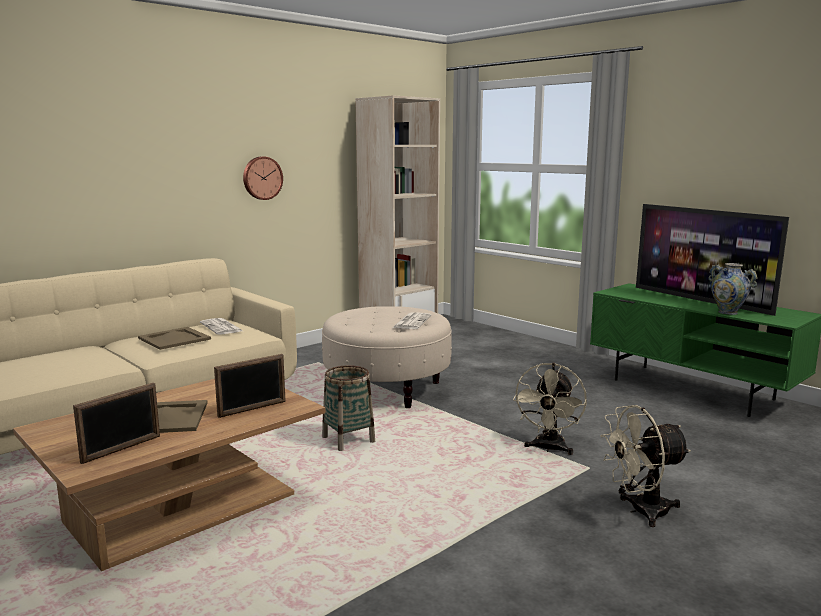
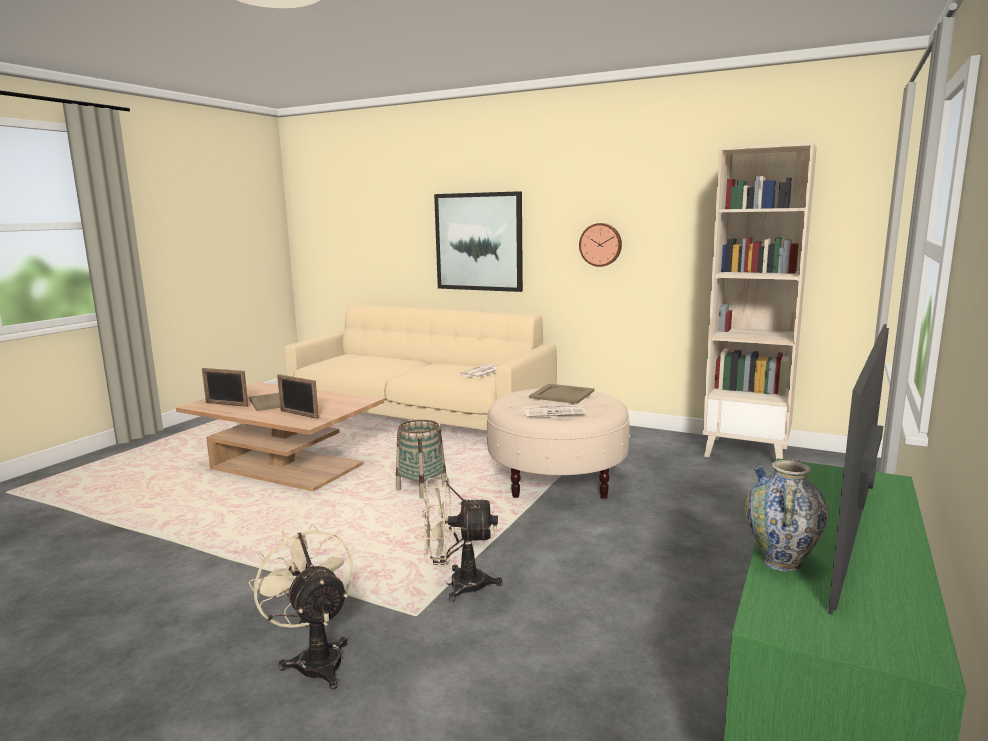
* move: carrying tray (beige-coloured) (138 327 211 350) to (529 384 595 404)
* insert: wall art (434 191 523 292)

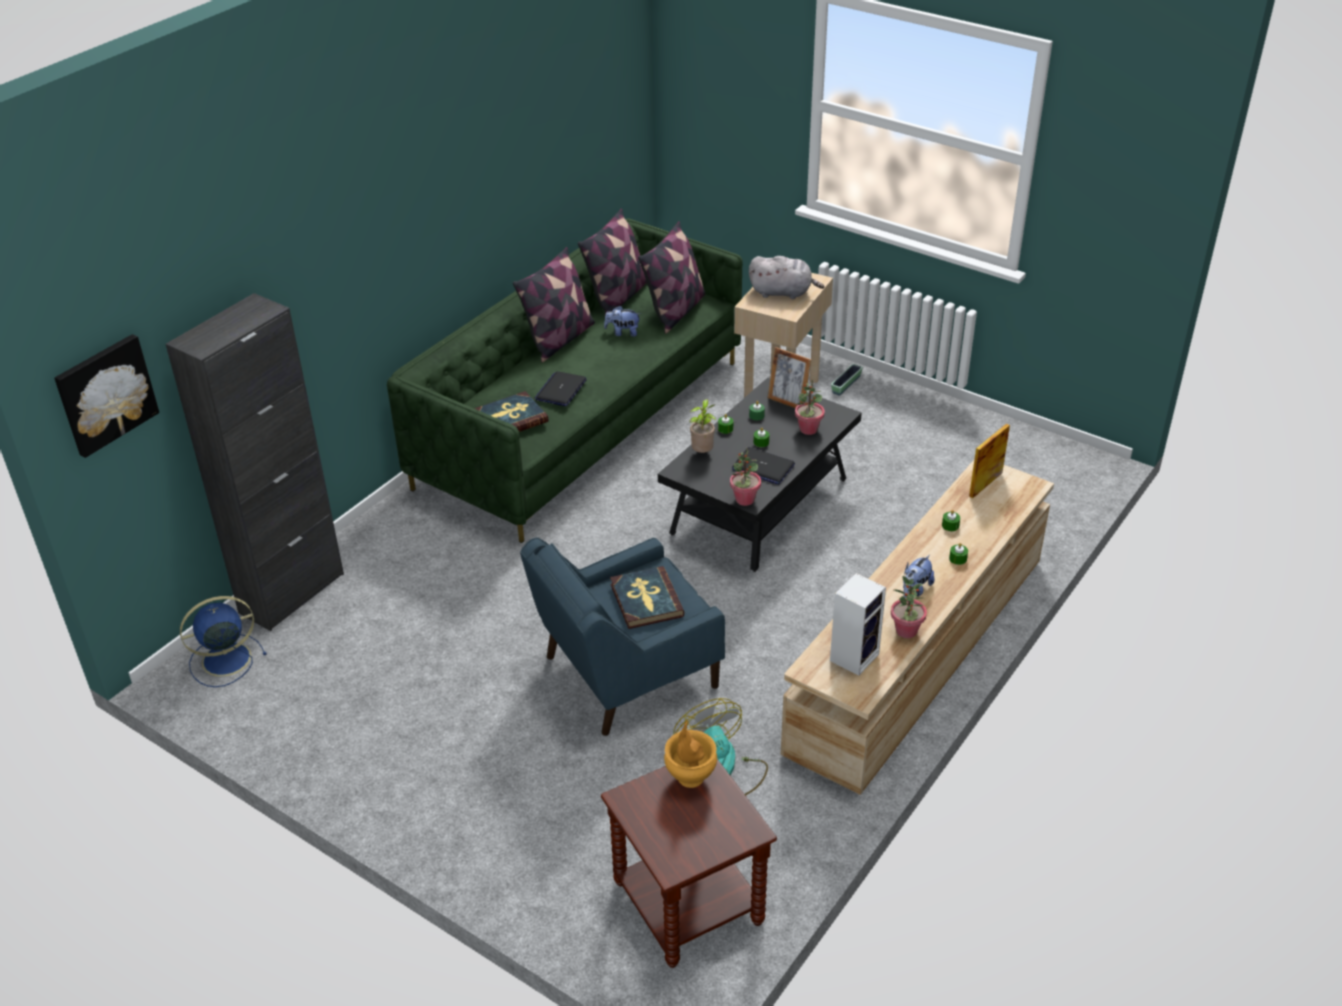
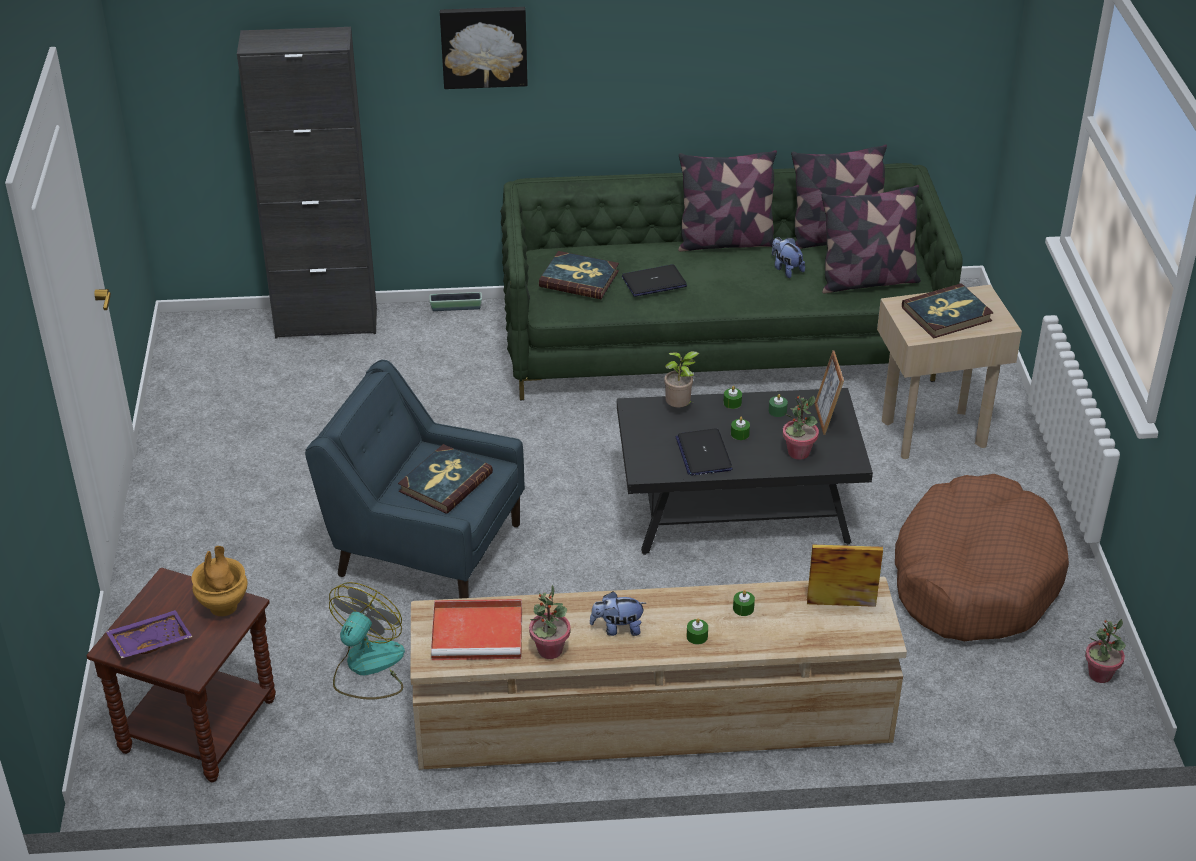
* move: wall art (54 334 159 458) to (440 7 528 89)
* delete: fan (bluish) (180 596 267 687)
* move: potted plant (730 447 761 506) to (1085 619 1126 683)
* replace: plush toy (greyish) (749 256 825 299) to bound book (902 283 994 339)
* replace: audio speaker (830 573 886 676) to carrying tray (red) (431 599 522 660)
* move: planter (831 364 863 396) to (429 292 482 311)
* insert: carrying tray (purplish) (106 610 192 658)
* insert: dog cushion (brown-coloured) (895 474 1069 641)

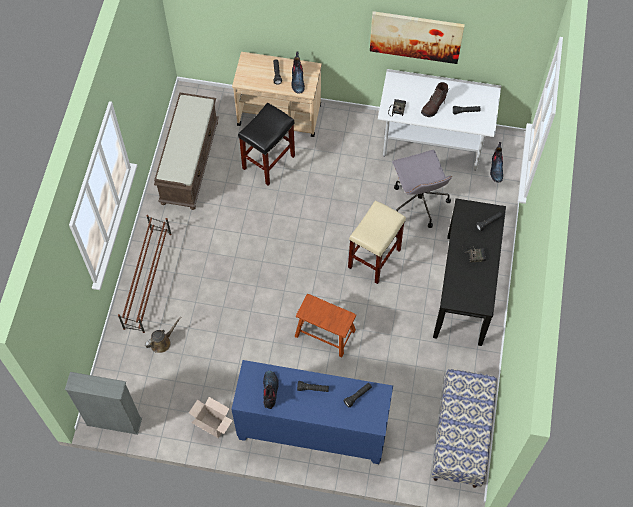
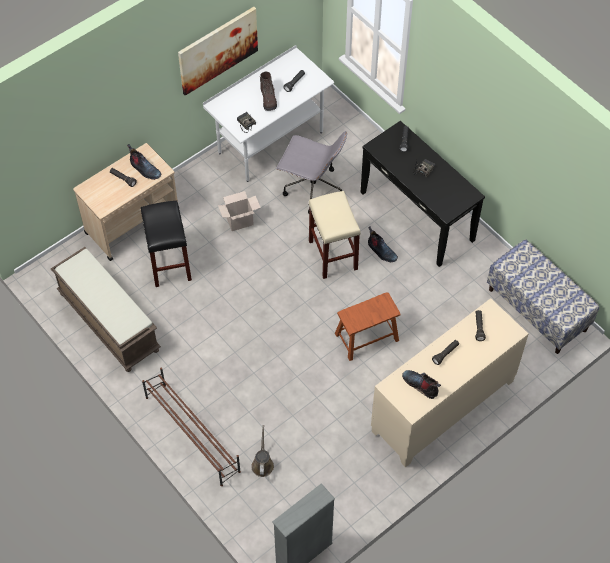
* move: cardboard box (189 397 233 438) to (218 191 261 231)
* recolor: cabinet (bluish) (231 360 393 464) to cabinet (beige-coloured) (371 298 528 467)
* move: high-top boot (490 142 503 182) to (368 227 398 262)

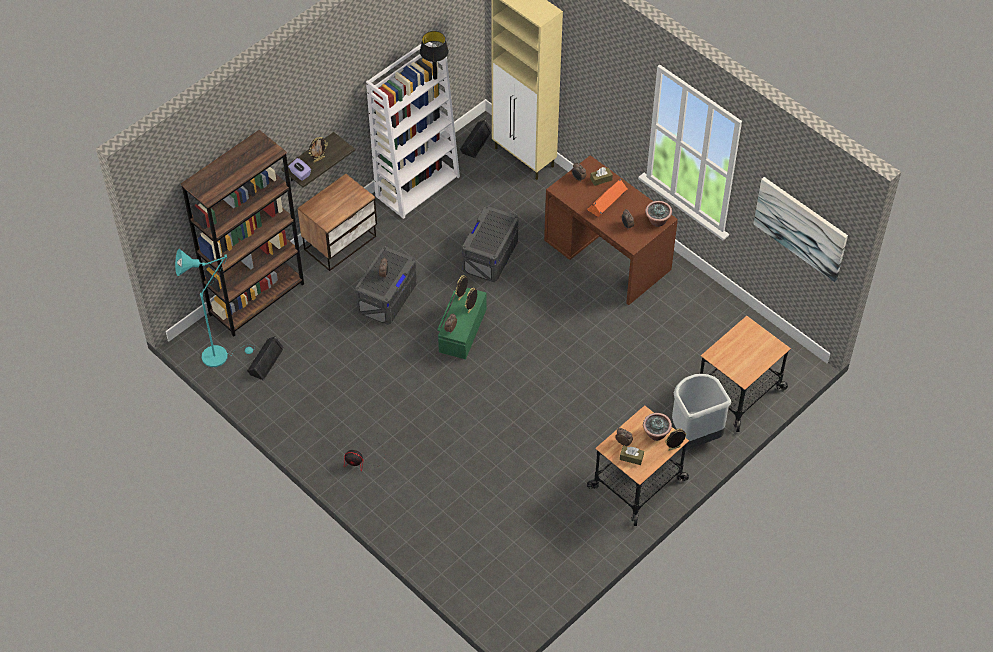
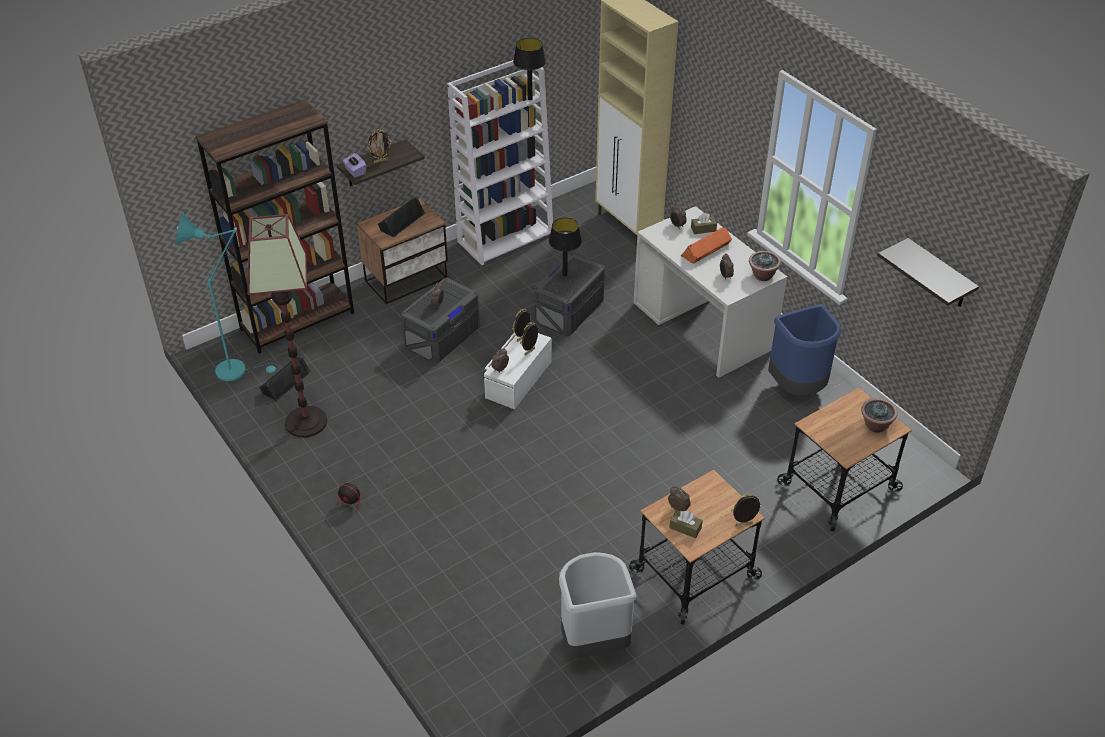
* recolor: storage container (greenish) (437 288 487 359) to storage container (whitish) (484 333 552 409)
* move: audio speaker (black-coloured) (460 119 492 158) to (378 196 425 237)
* recolor: desk (brown-coloured) (544 155 678 305) to desk (whitish) (634 206 787 378)
* move: potted plant (643 413 672 441) to (861 398 898 433)
* move: waste bin (greyish) (671 374 731 450) to (559 552 637 658)
* replace: wall art (754 177 848 282) to wall shelf (877 238 979 307)
* insert: standing lamp (247 214 327 437)
* insert: table lamp (black-coloured) (549 218 582 276)
* insert: waste bin (bluish) (768 304 841 396)

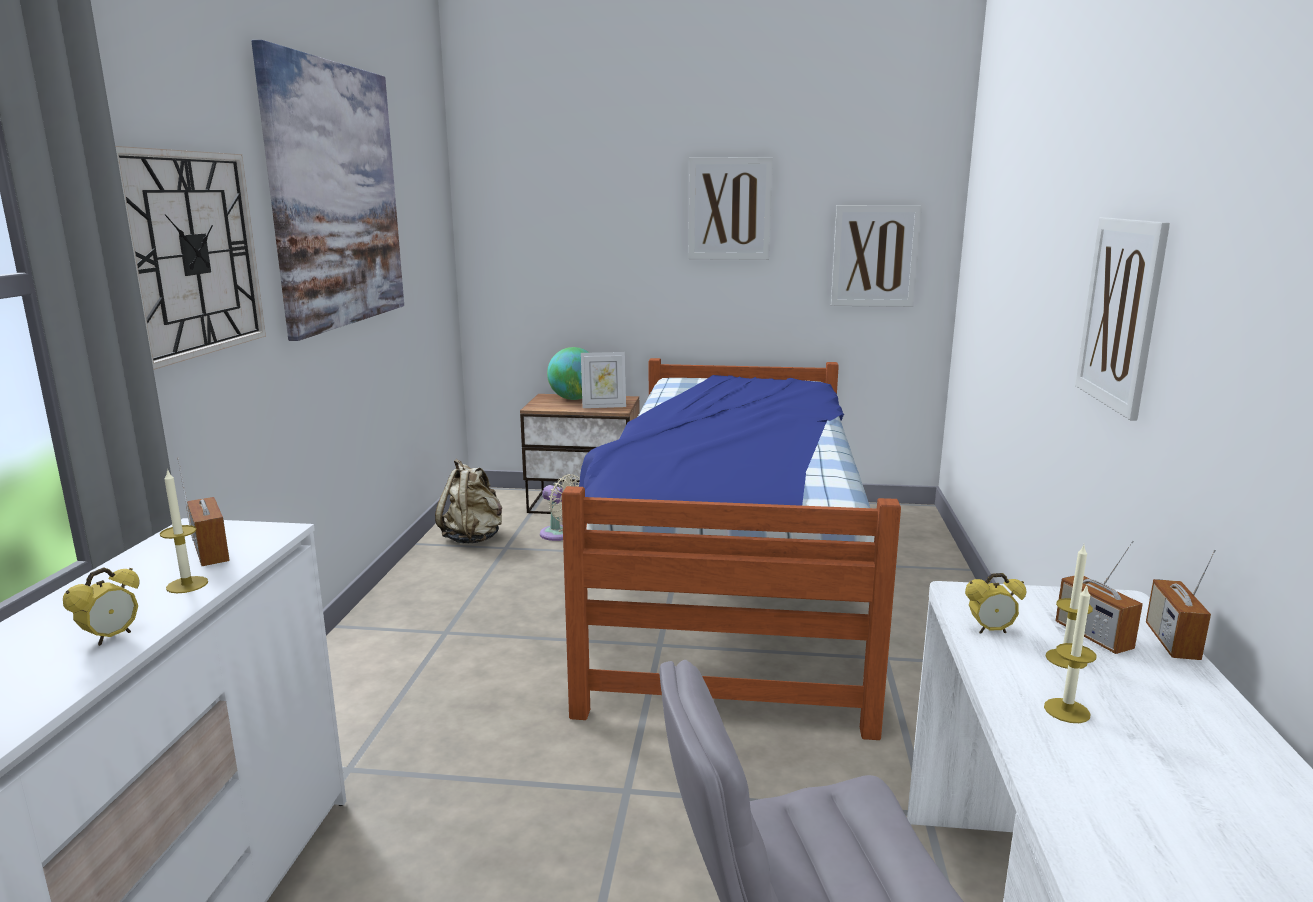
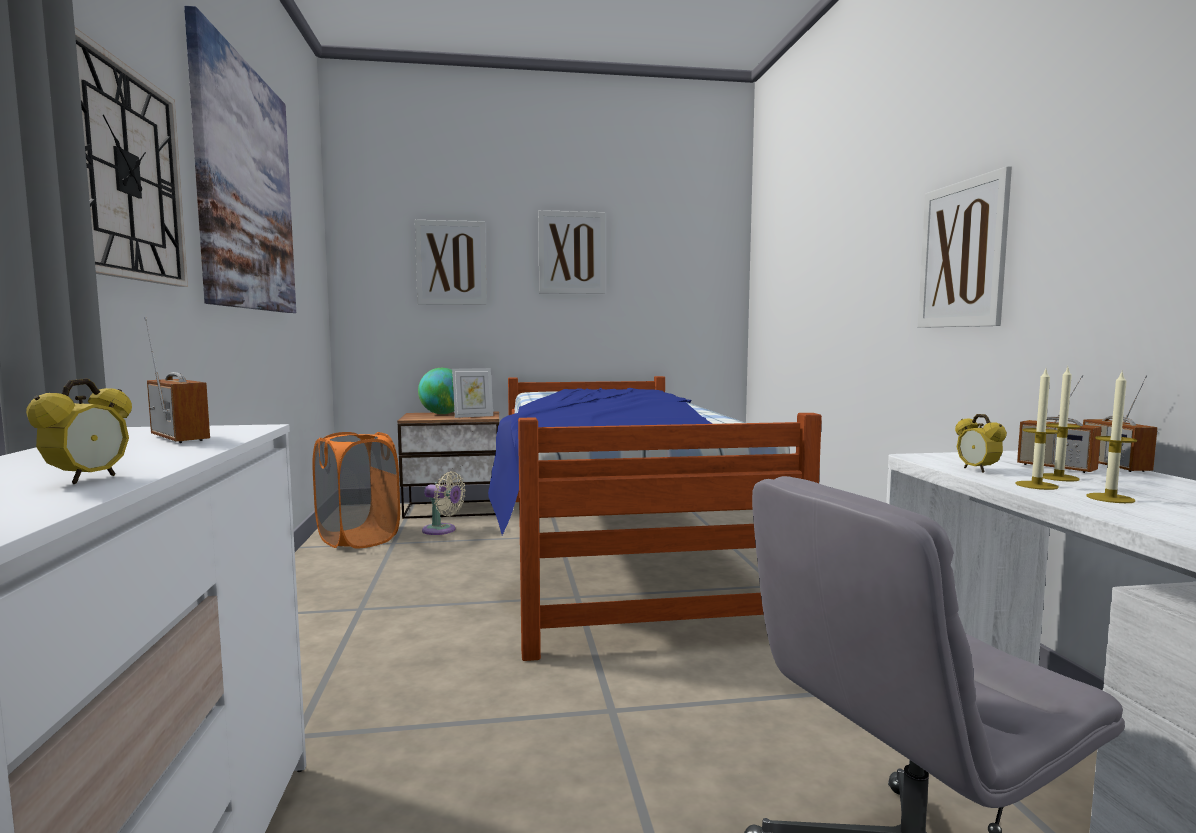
* move: candle (160 469 208 593) to (1015 369 1060 490)
* replace: knapsack (beige-coloured) (435 459 503 544) to washing basket (orange) (313 432 400 549)
* move: wall art (831 205 922 307) to (415 220 487 305)
* rotate: alarm clock (965 573 1026 634) = (955 414 1007 473) 90 degrees clockwise

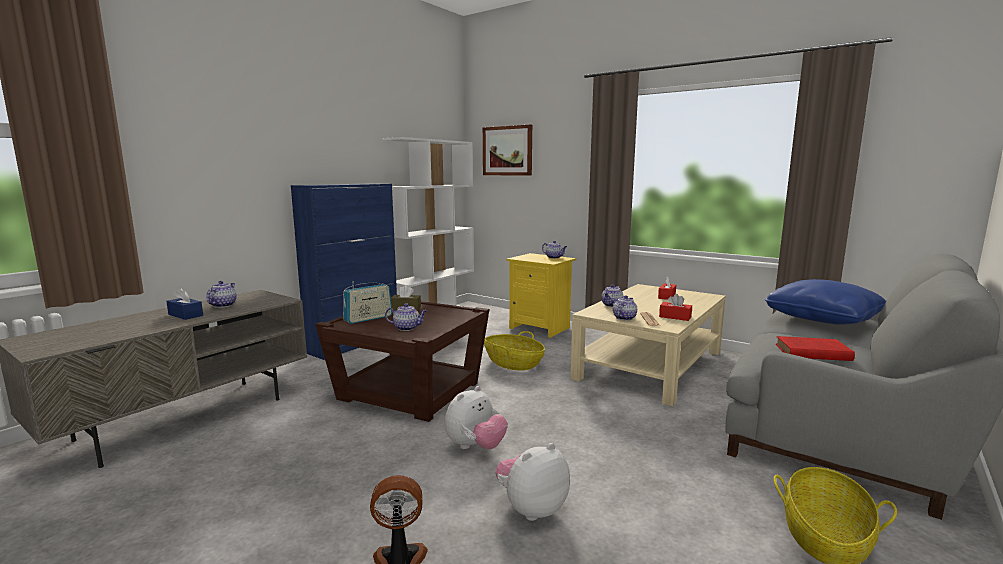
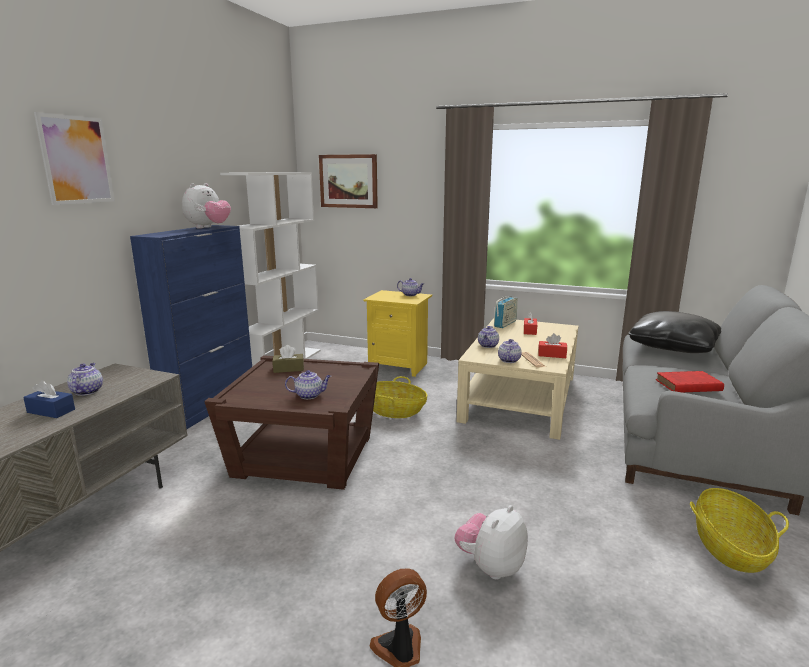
* move: radio set (343 282 393 324) to (494 296 517 328)
* move: plush toy (445 386 508 449) to (182 183 231 229)
* recolor: pillow (bluish) (765 279 886 325) to pillow (black-coloured) (628 311 721 353)
* insert: wall art (34 112 115 205)

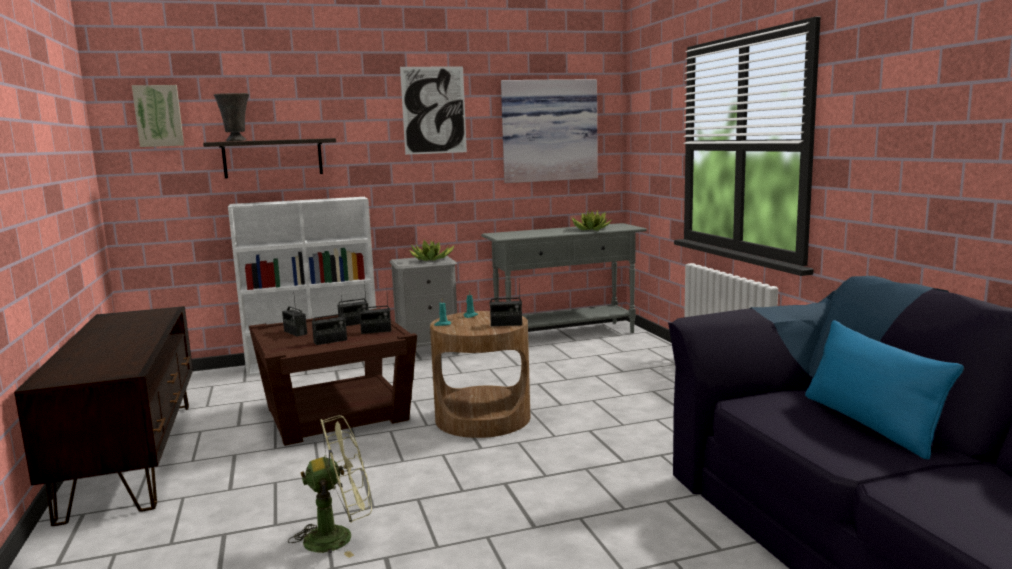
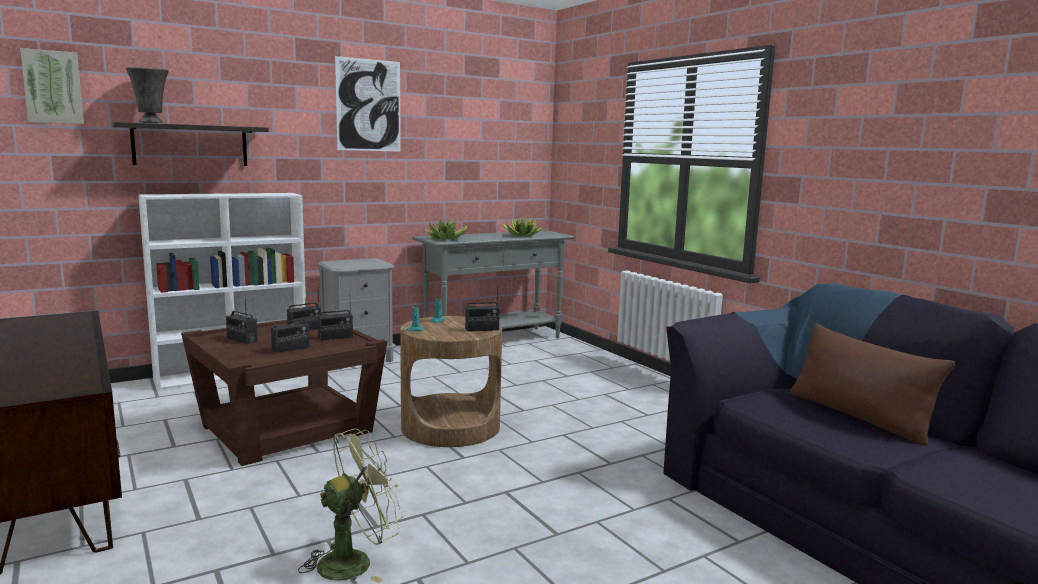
* move: potted plant (410 240 455 261) to (424 219 468 239)
* delete: wall art (501 79 598 183)
* recolor: pillow (bluish) (805 320 964 459) to pillow (brown-coloured) (790 323 955 446)

